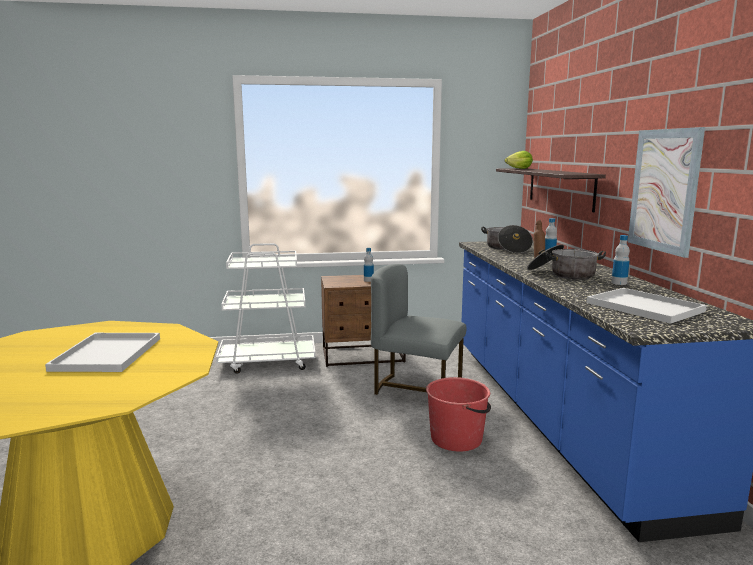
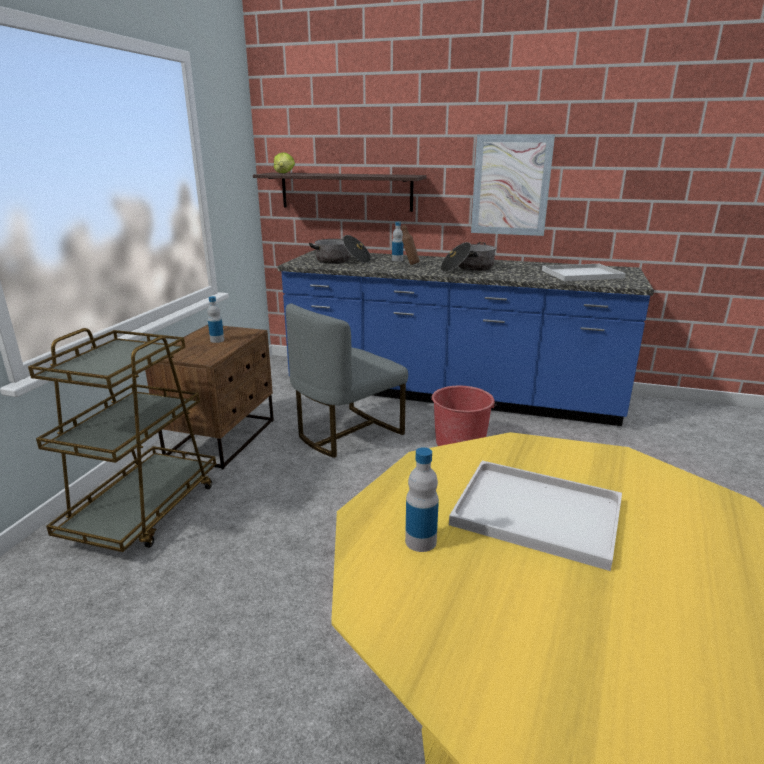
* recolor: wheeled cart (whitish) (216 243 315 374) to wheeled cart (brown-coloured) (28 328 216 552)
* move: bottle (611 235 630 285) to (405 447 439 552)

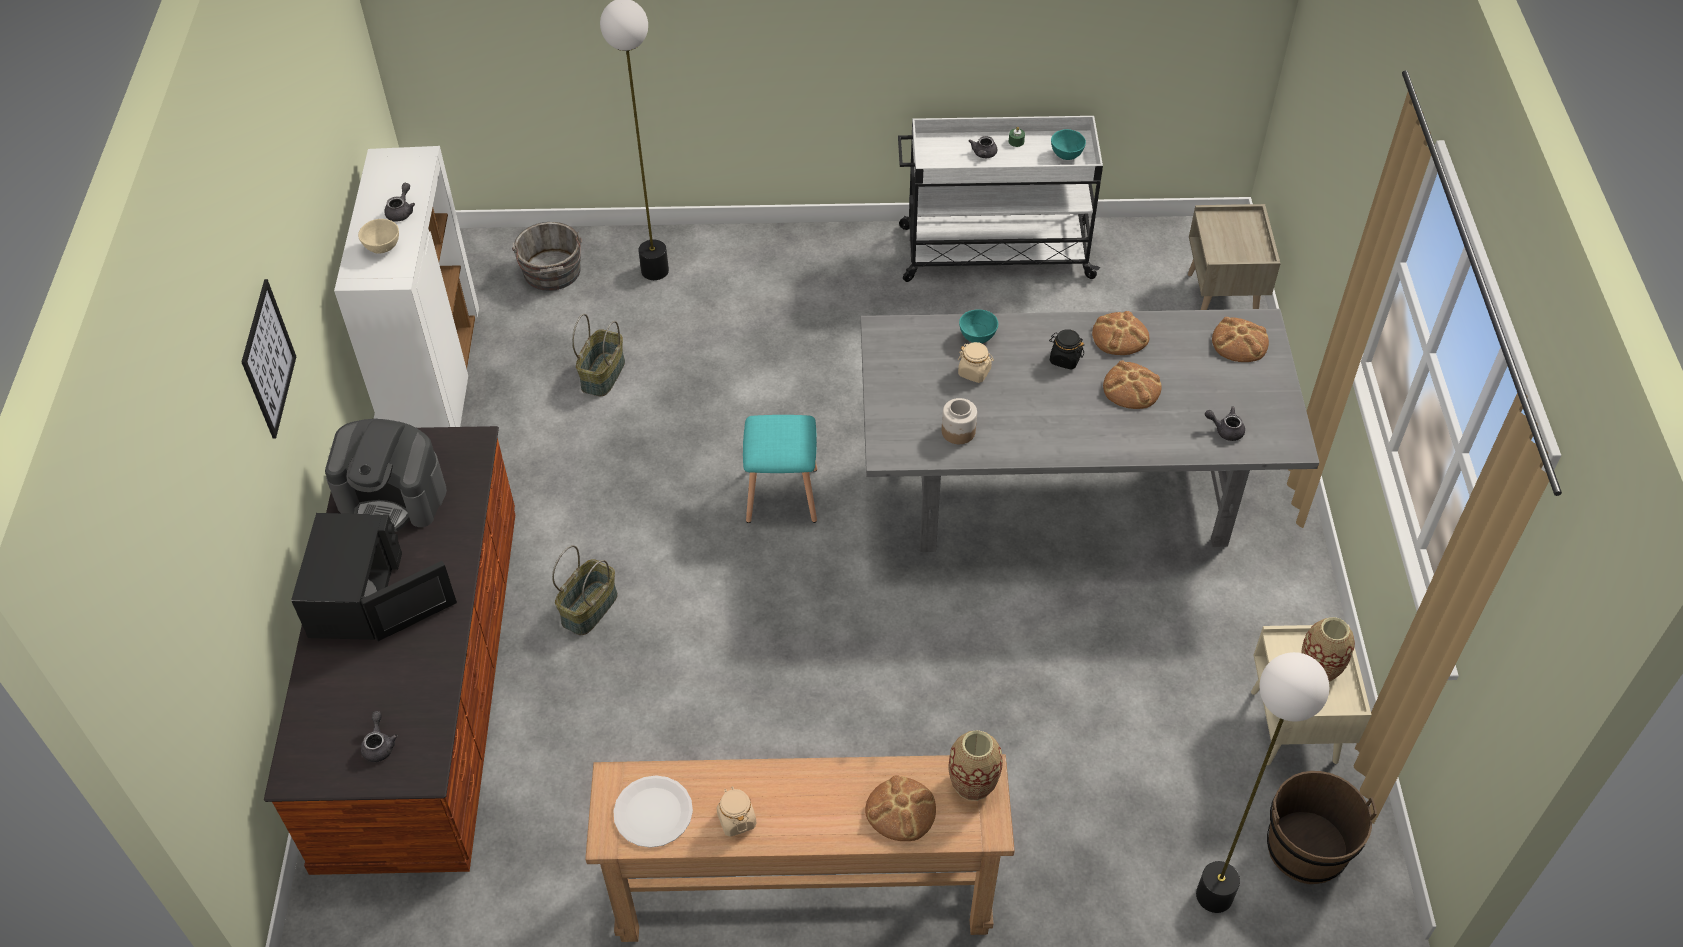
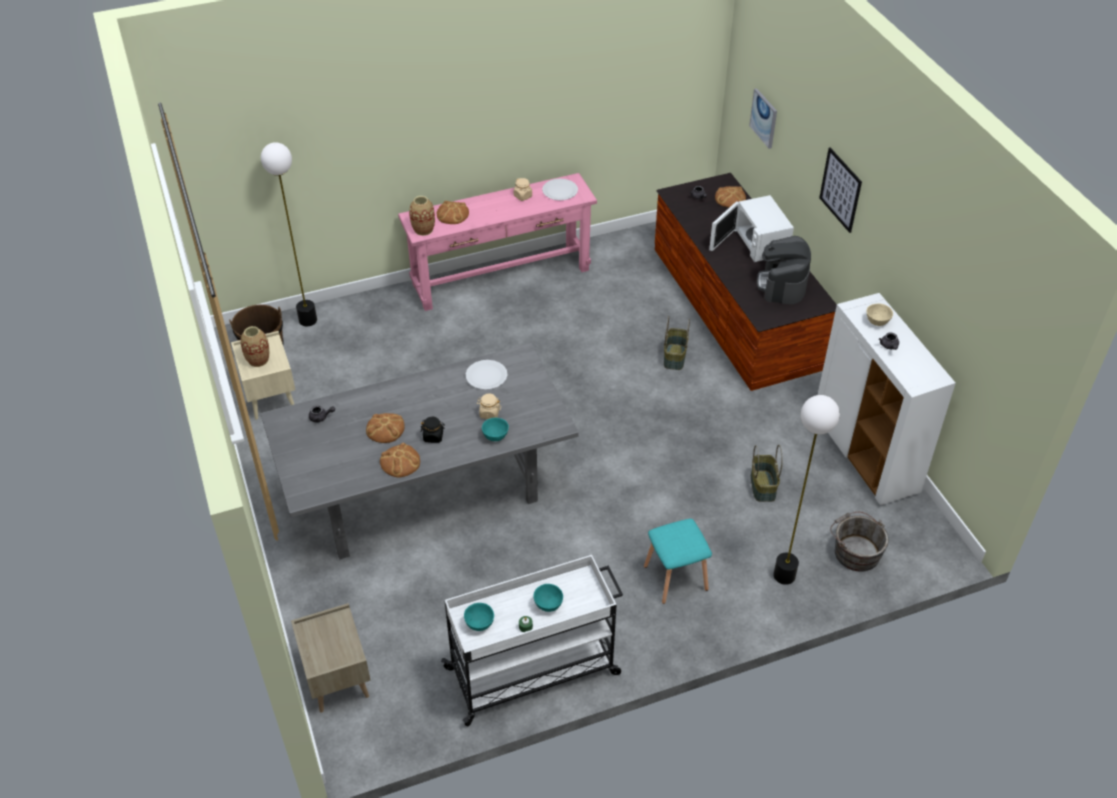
* recolor: kitchen microwave (black-coloured) (291 513 457 641) to kitchen microwave (whitish) (709 195 794 262)
* rotate: coffee maker (325 419 447 532) = (757 236 811 304) 75 degrees counterclockwise
* recolor: narrow table (brown-coloured) (585 754 1015 942) to narrow table (pink-coloured) (398 173 597 311)
* move: sitting stool (turquoise-coloured) (743 415 817 523) to (644 519 712 604)
* replace: storage jar (942 398 977 444) to dinner plate (whitish) (466 360 507 390)
* replace: teapot (greyish) (969 136 997 158) to deep dish (turquoise-coloured) (533 584 563 612)
* move: bakery bread (1212 317 1269 362) to (715 186 746 207)
* insert: wall art (749 88 777 149)

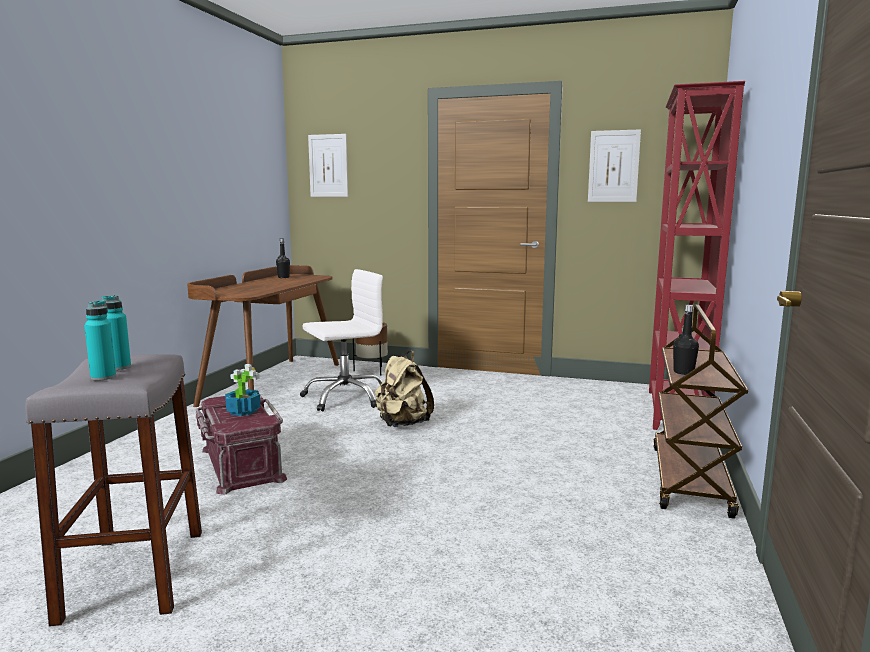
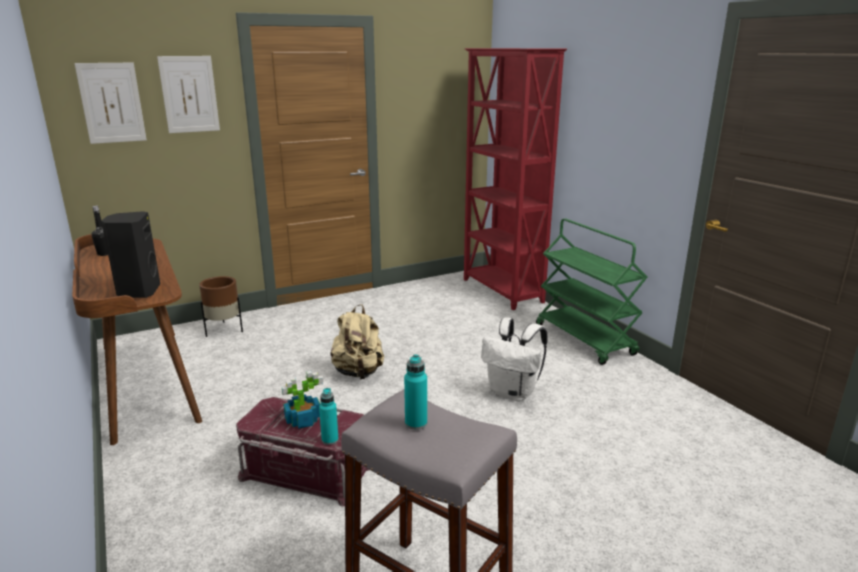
* move: bottle (turquoise-coloured) (84 300 116 381) to (319 388 338 445)
* delete: office chair (whitish) (300 269 383 411)
* move: wall art (588 129 641 202) to (157 56 220 133)
* recolor: wheeled cart (brown-coloured) (654 305 748 519) to wheeled cart (greenish) (536 219 647 365)
* delete: bottle (black-coloured) (673 305 699 375)
* insert: audio speaker (black-coloured) (101 211 160 298)
* insert: knapsack (whitish) (481 317 548 401)

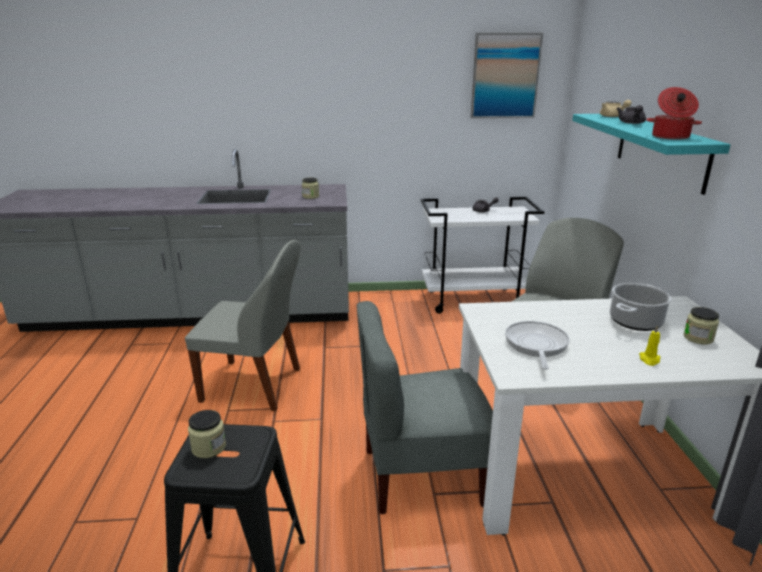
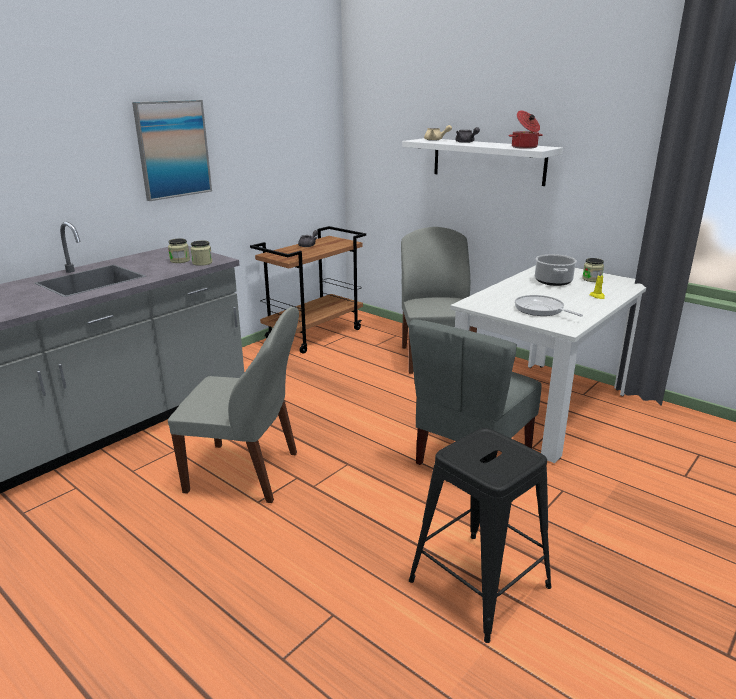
* rotate: plain chair (greyish) (185 240 301 411) = (168 307 299 503) 45 degrees clockwise
* move: storage jar (188 410 226 458) to (191 240 212 266)
* recolor: wheeled cart (whitish) (421 197 544 314) to wheeled cart (brown-coloured) (250 226 366 354)
* move: wall art (471 33 543 118) to (132 100 212 201)
* recolor: wall shelf (turquoise-coloured) (572 114 731 195) to wall shelf (whitish) (402 138 563 186)

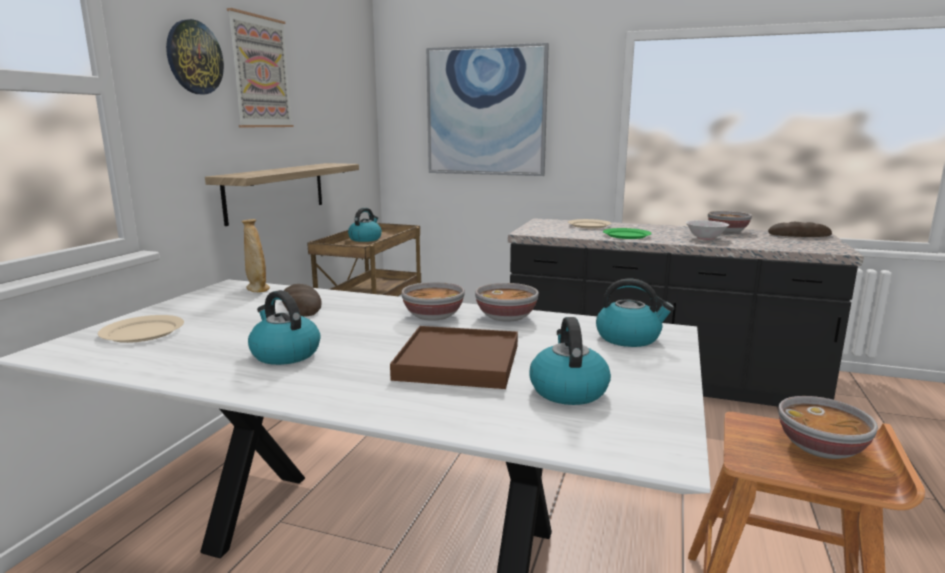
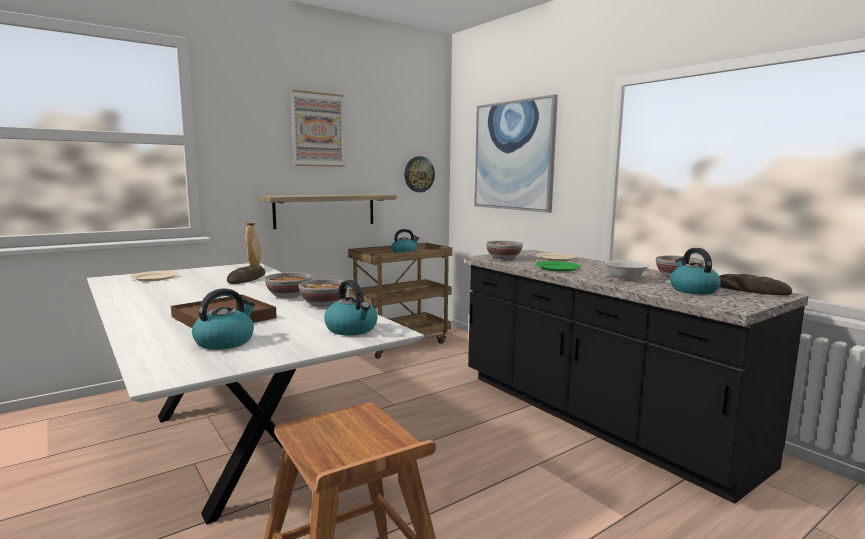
* move: hanging clock (166 19 224 94) to (404 156 435 192)
* move: tea kettle (248 290 320 365) to (670 248 721 295)
* move: deep dish (779 396 878 459) to (486 241 523 259)

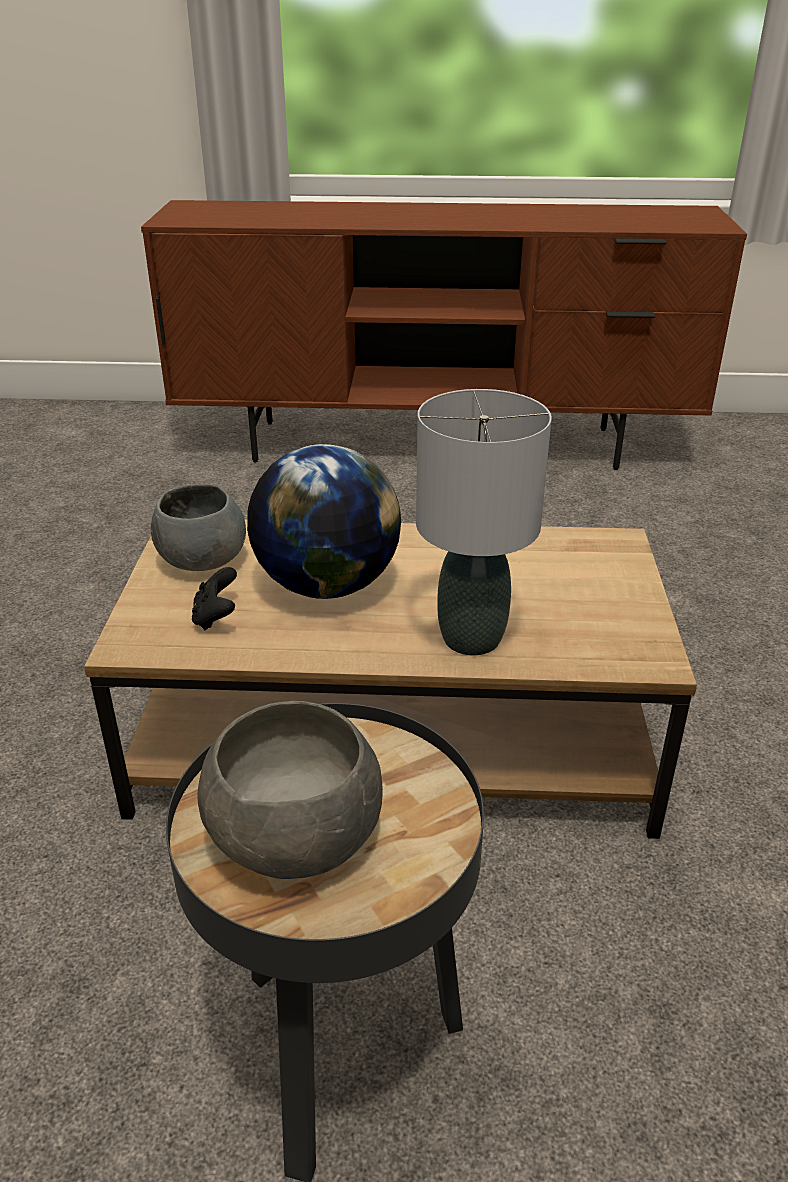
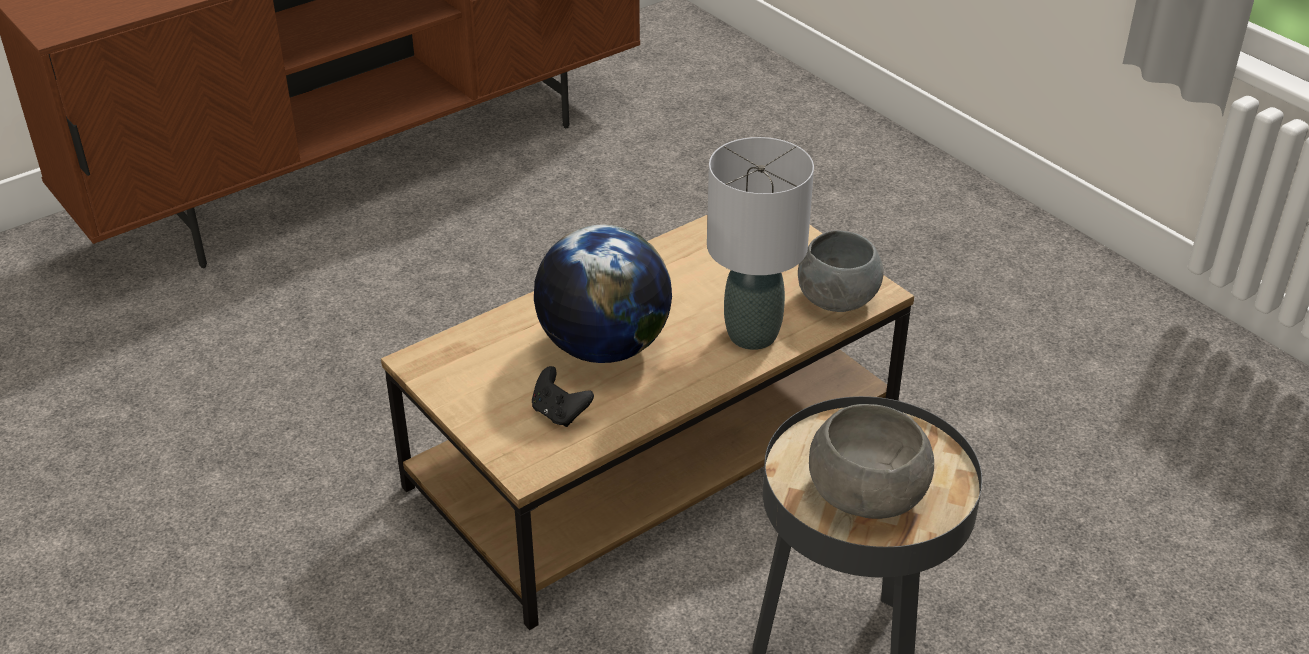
* move: deep dish (greyish) (151 484 246 571) to (798 230 884 312)

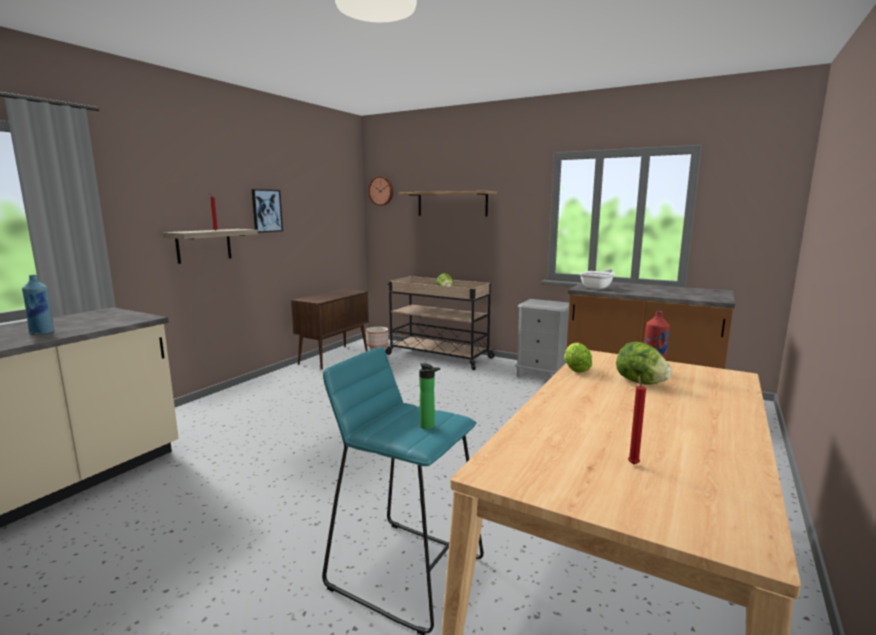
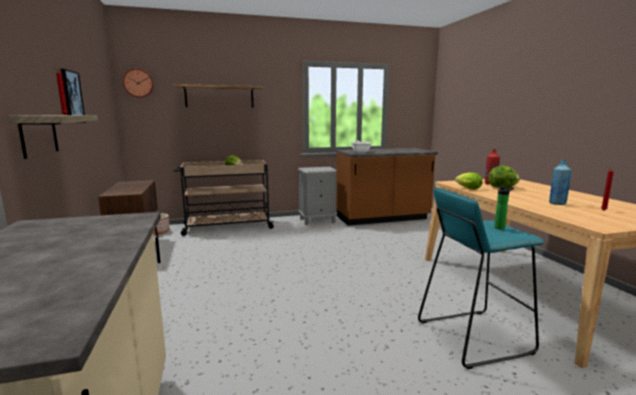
* move: bottle (bluish) (22 275 54 334) to (549 160 571 205)

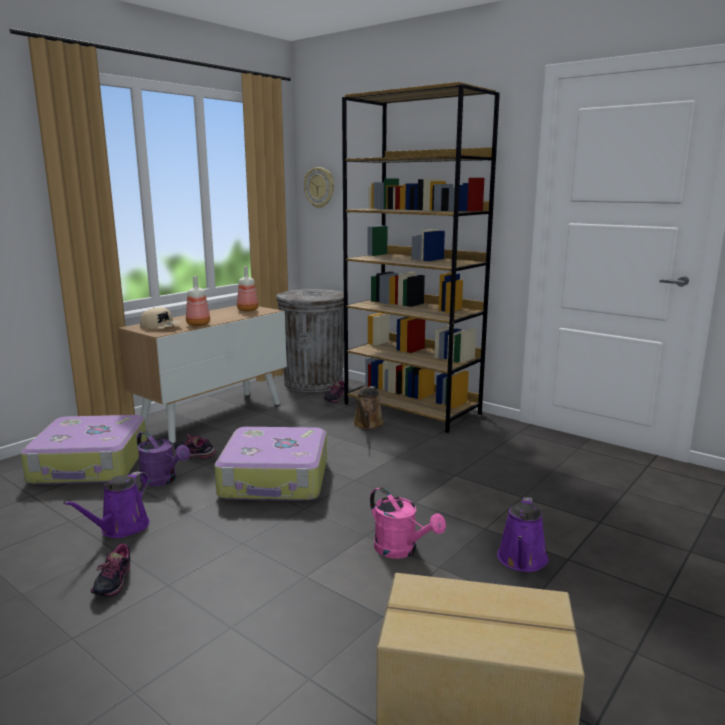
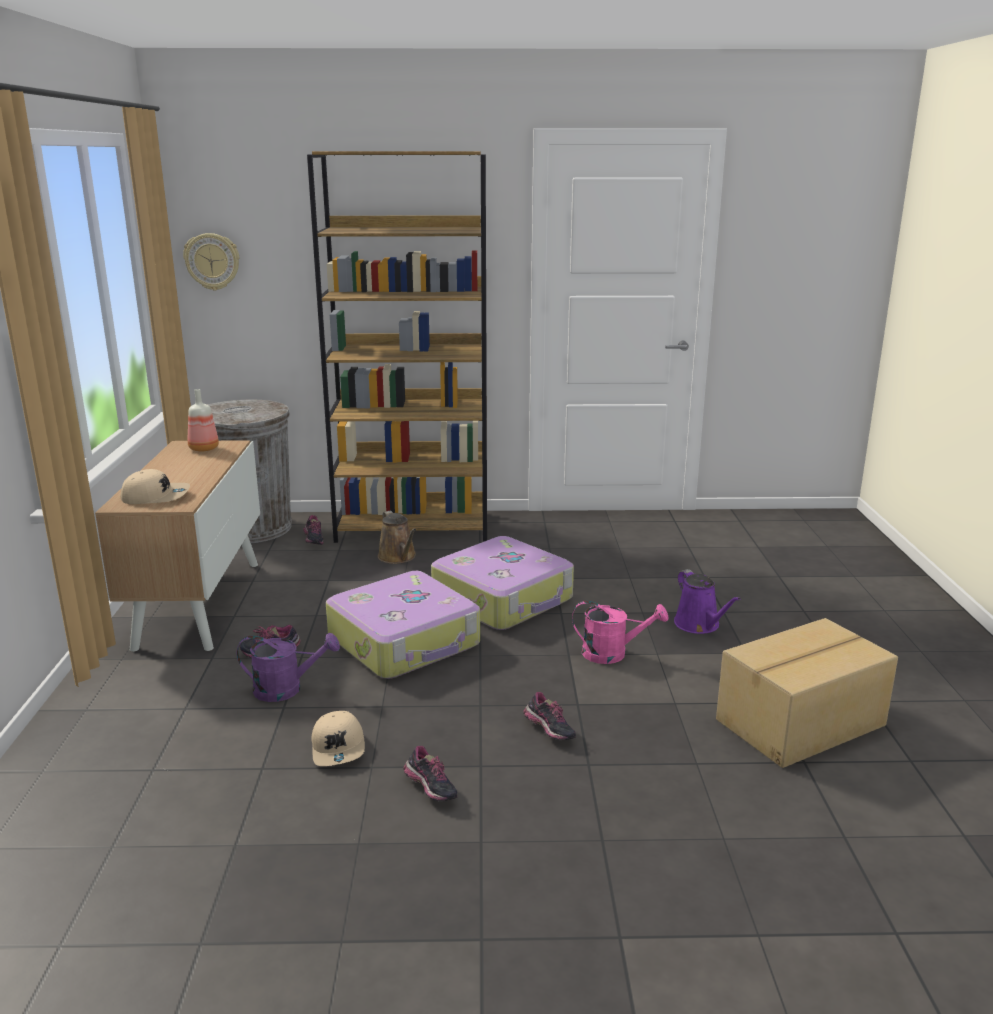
* move: travel case (21 415 147 485) to (431 536 574 630)
* replace: sprinkling can (purplish) (63 471 150 538) to cap (beige-coloured) (311 711 365 766)
* delete: bottle (186 276 210 326)
* insert: item of footwear (523 692 576 740)

